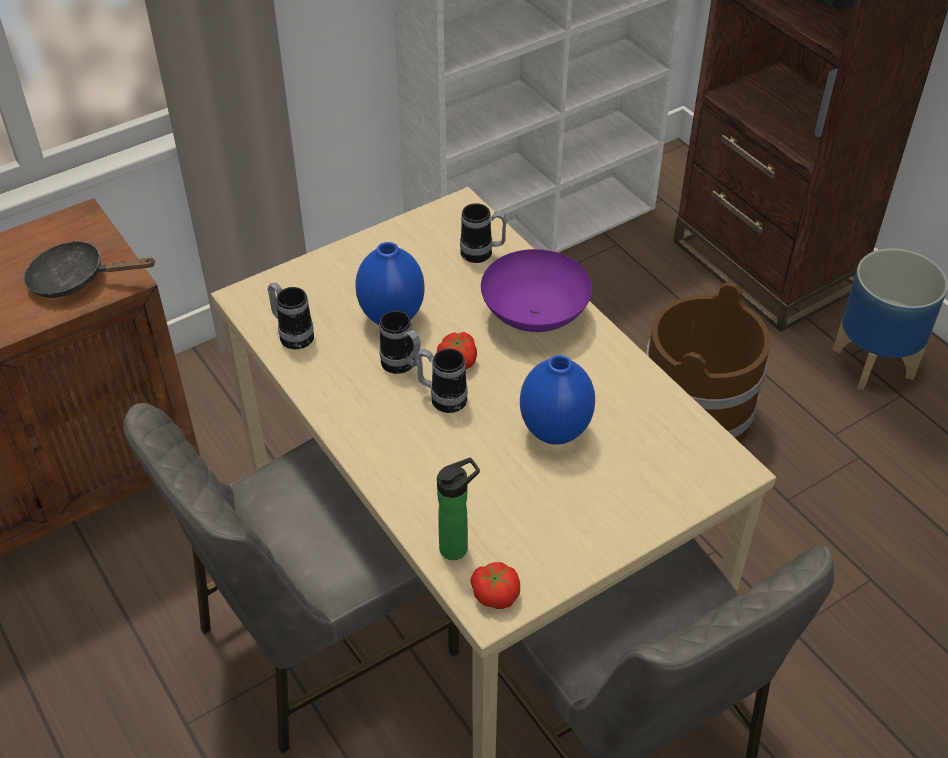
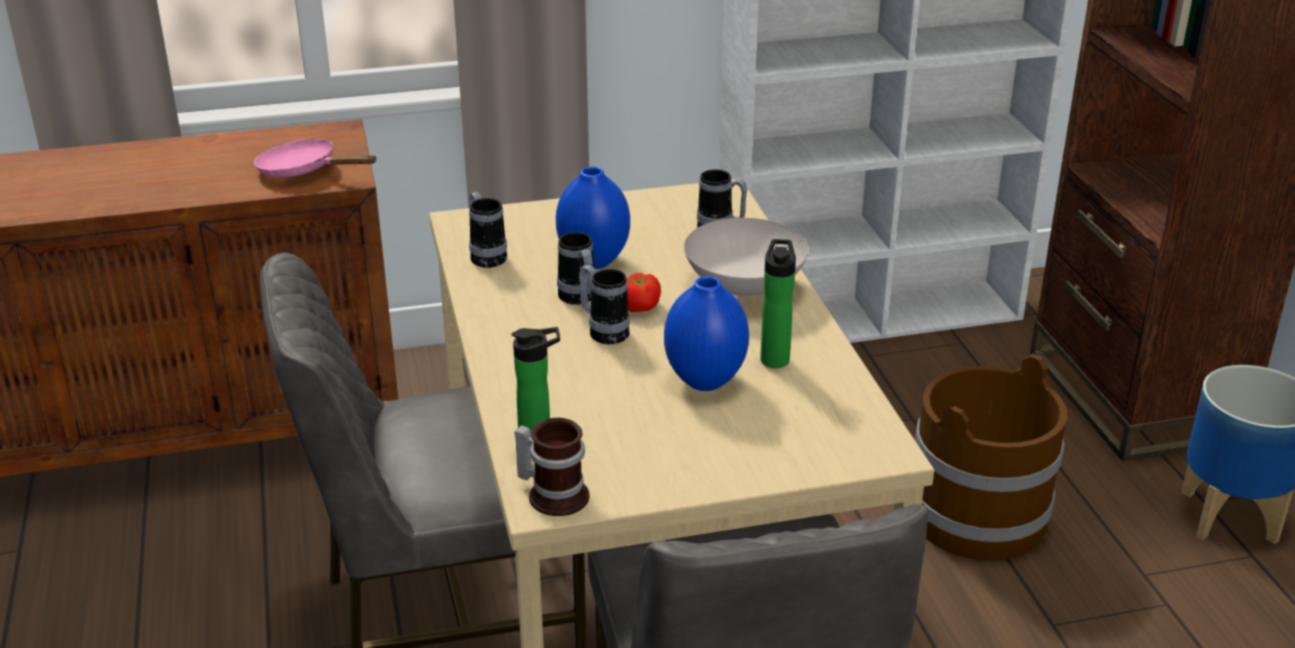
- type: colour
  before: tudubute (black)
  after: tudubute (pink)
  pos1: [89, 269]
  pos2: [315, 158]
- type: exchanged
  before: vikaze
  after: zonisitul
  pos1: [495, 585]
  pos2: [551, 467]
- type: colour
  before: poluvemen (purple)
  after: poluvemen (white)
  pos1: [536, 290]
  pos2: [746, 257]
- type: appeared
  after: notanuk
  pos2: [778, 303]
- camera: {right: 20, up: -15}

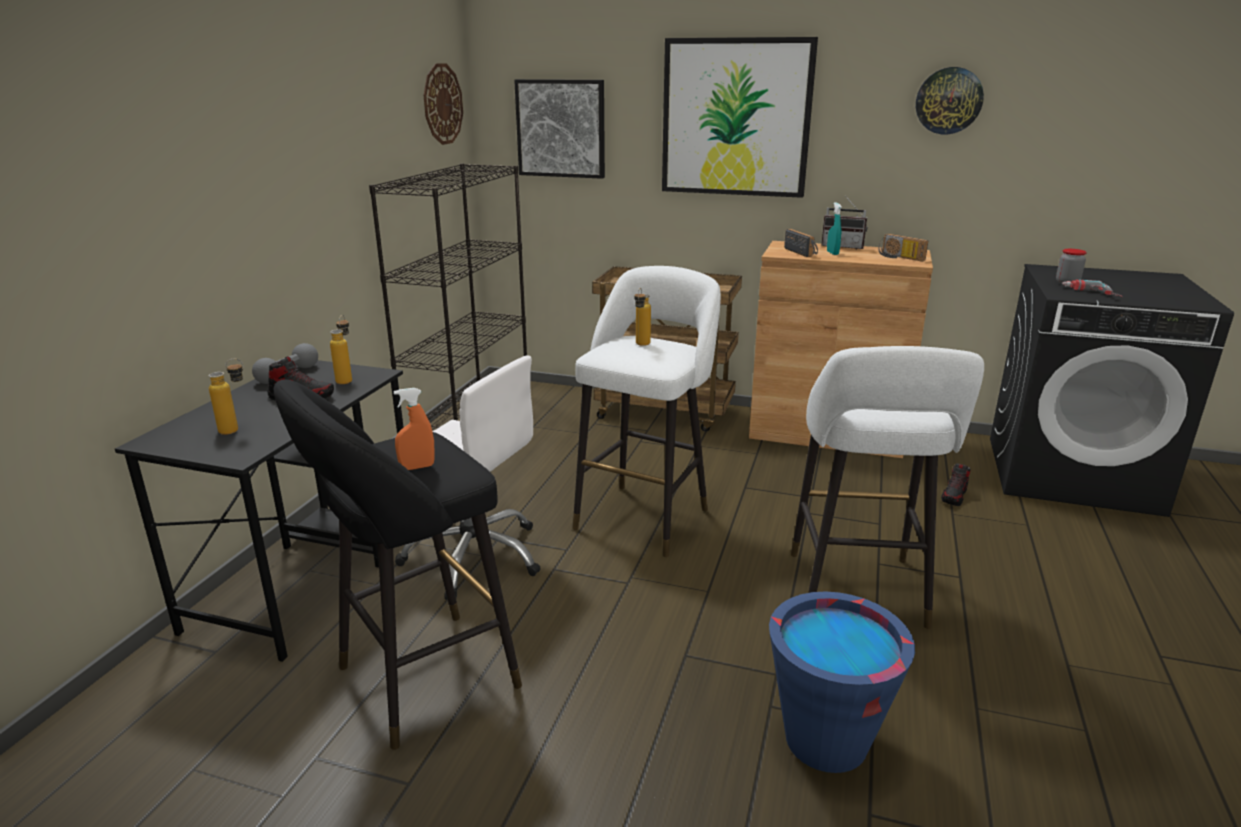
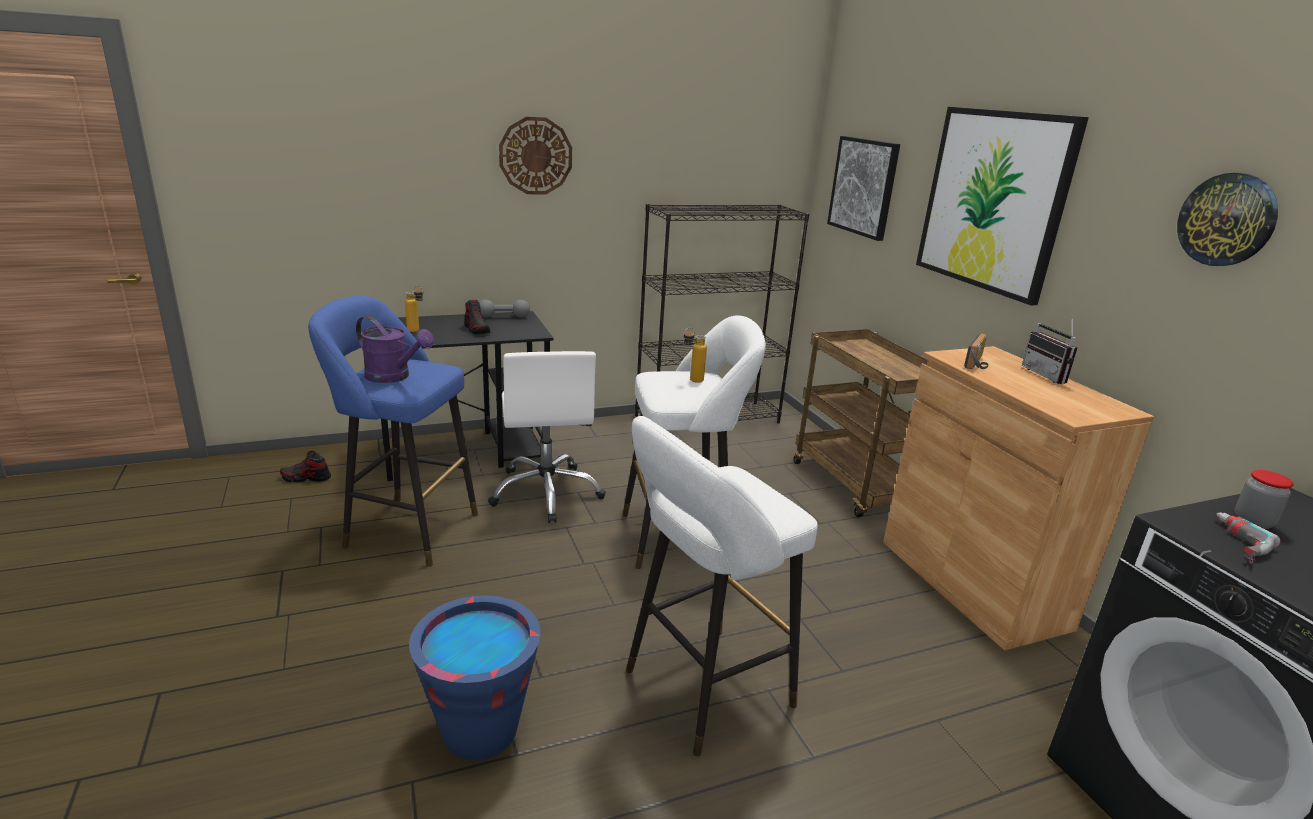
- type: colour
  before: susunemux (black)
  after: susunemux (blue)
  pos1: [397, 564]
  pos2: [393, 431]
- type: missing
  before: notanuk
  pos1: [341, 349]
- type: exchanged
  before: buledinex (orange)
  after: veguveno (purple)
  pos1: [414, 429]
  pos2: [395, 349]
- type: relocated
  before: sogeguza
  pos1: [443, 104]
  pos2: [535, 155]
- type: missing
  before: buledinex (turquoise)
  pos1: [834, 229]
- type: missing
  before: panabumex
  pos1: [903, 248]
- type: relocated
  before: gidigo
  pos1: [955, 484]
  pos2: [305, 467]
- camera: {right: 50, up: 0}

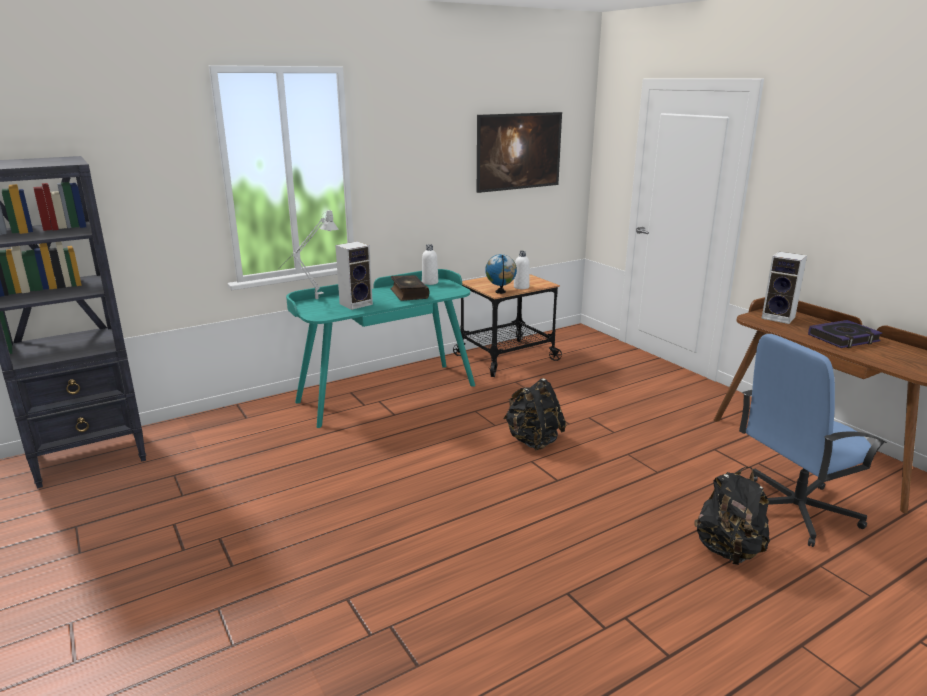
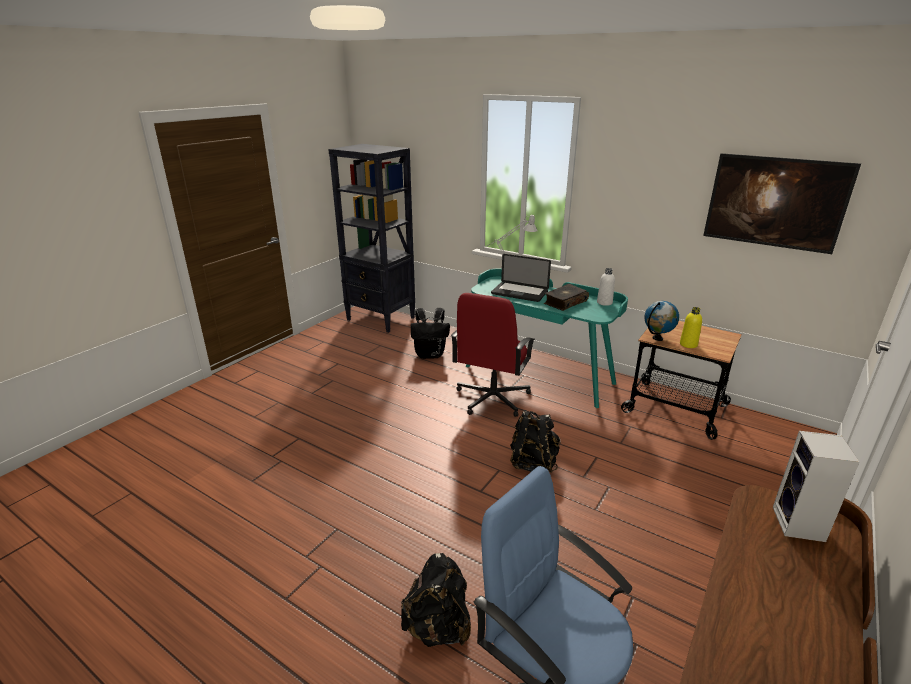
- type: exchanged
  before: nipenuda
  after: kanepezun
  pos1: [354, 276]
  pos2: [521, 278]
- type: colour
  before: notanuk (white)
  after: notanuk (yellow)
  pos1: [522, 270]
  pos2: [691, 327]
- type: missing
  before: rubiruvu
  pos1: [845, 334]
- type: appeared
  after: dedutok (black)
  pos2: [430, 333]
- type: appeared
  after: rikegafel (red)
  pos2: [493, 355]
- camera: {right: 65, up: 5}

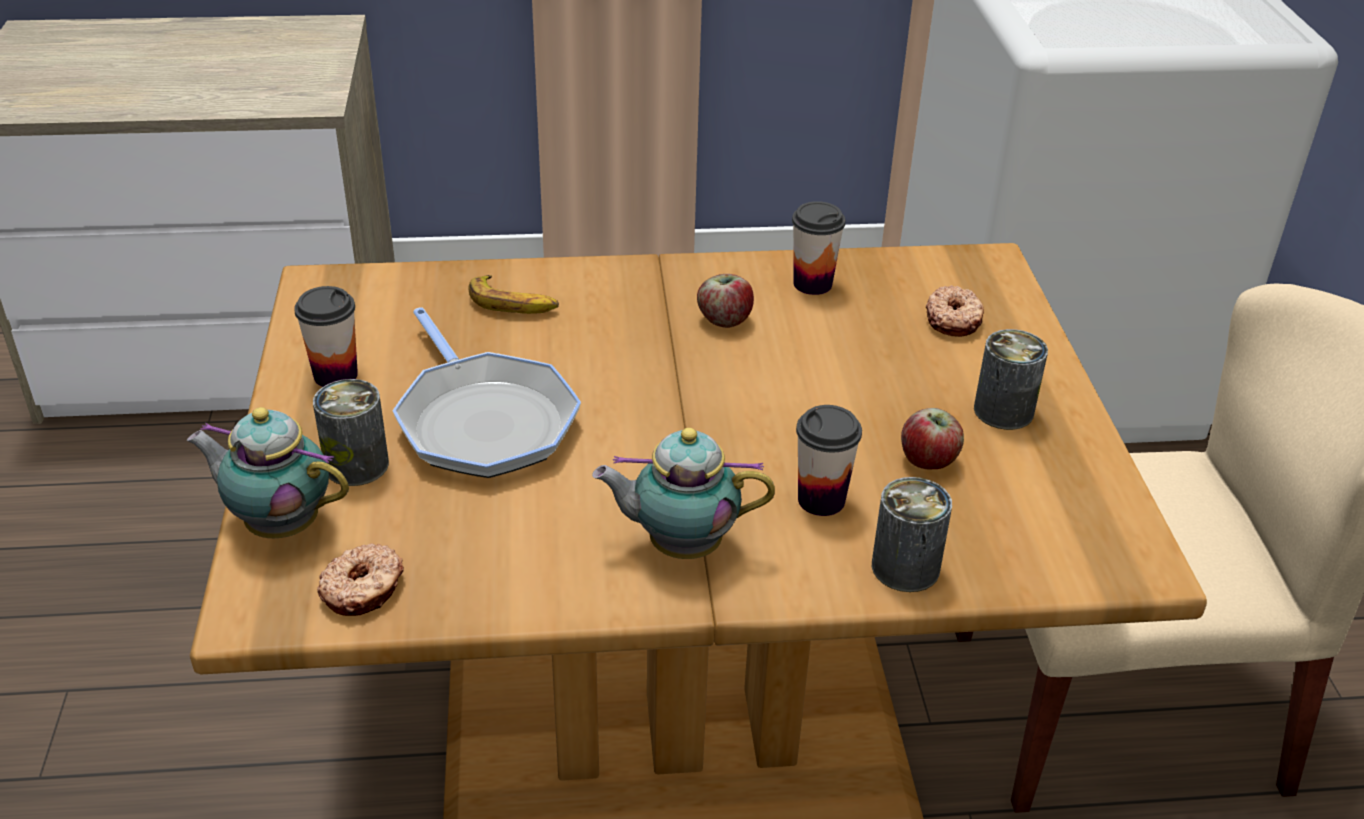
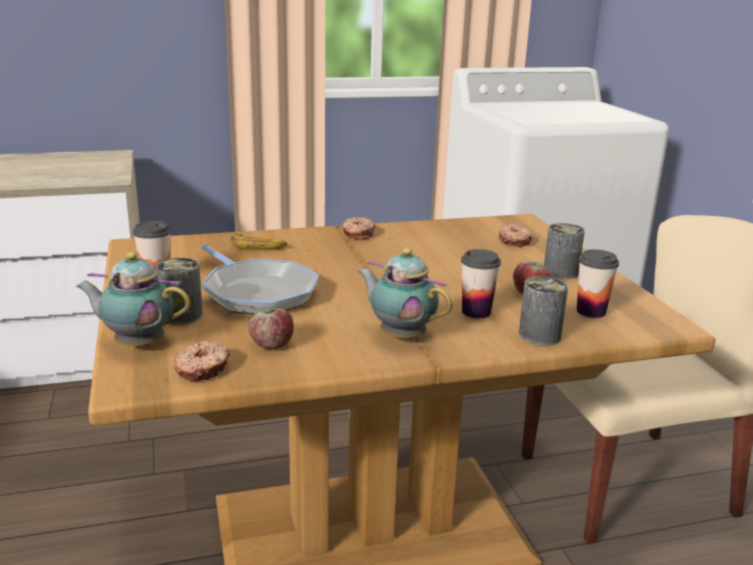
- type: spun
  before: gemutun
  pos1: [683, 493]
  pos2: [405, 294]
  turn: 45
- type: relocated
  before: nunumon
  pos1: [725, 301]
  pos2: [271, 328]
- type: relocated
  before: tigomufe
  pos1: [818, 248]
  pos2: [598, 283]
- type: appeared
  after: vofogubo
  pos2: [359, 228]
- camera: {right: -10, up: -15}

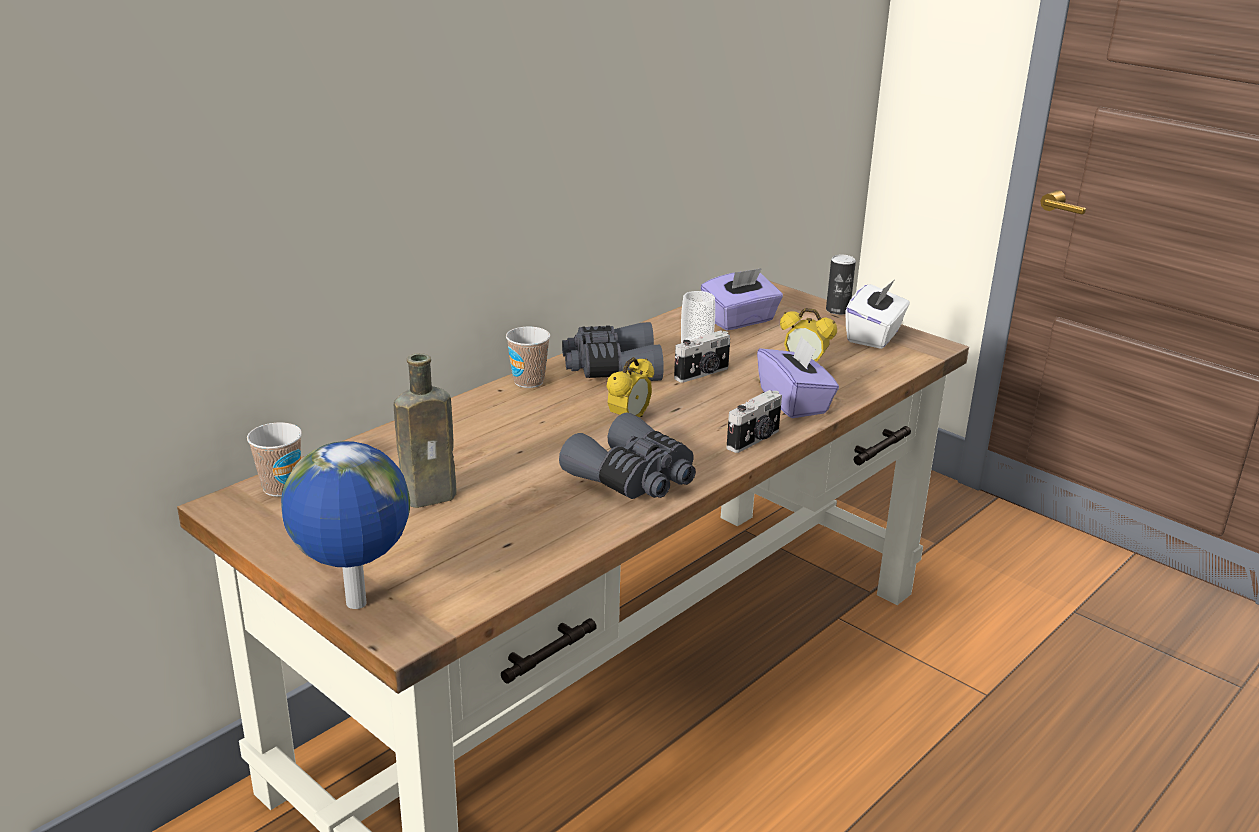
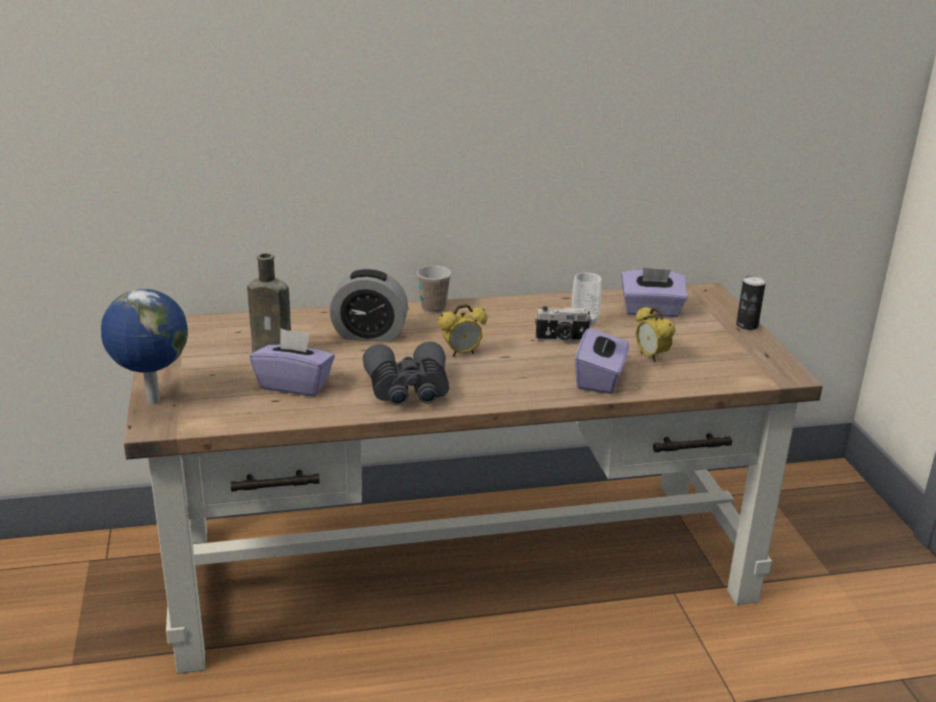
- type: missing
  before: tigomufe
  pos1: [274, 459]
- type: missing
  before: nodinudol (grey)
  pos1: [613, 351]
- type: missing
  before: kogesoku
  pos1: [754, 421]
- type: missing
  before: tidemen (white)
  pos1: [877, 314]
- type: appeared
  after: tidemen (purple)
  pos2: [292, 362]
- type: appeared
  after: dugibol
  pos2: [369, 305]
- camera: {right: 35, up: 0}

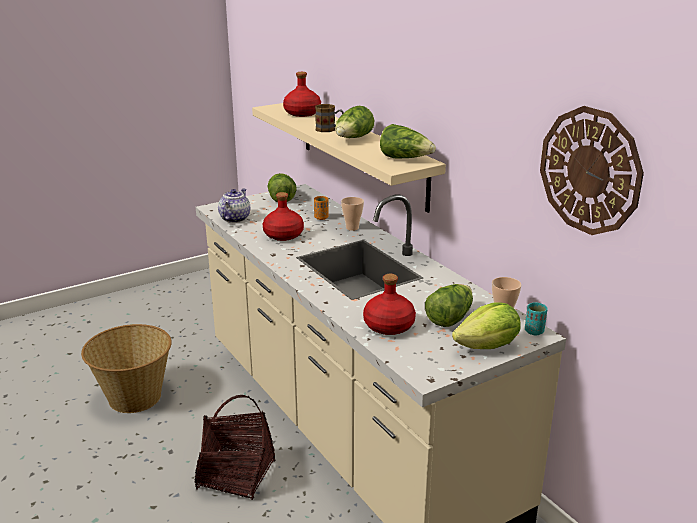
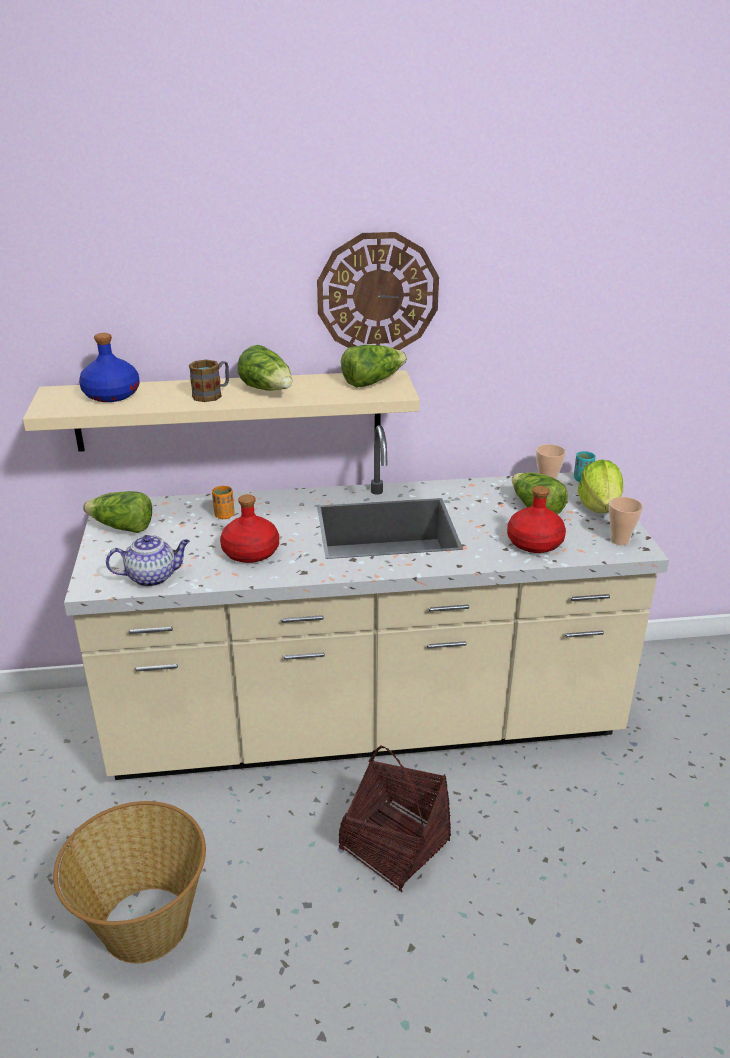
- type: spun
  before: gemutun
  pos1: [234, 205]
  pos2: [148, 561]
  turn: 120
- type: colour
  before: notanuk (red)
  after: notanuk (blue)
  pos1: [302, 94]
  pos2: [109, 367]
- type: relocated
  before: tigomufe
  pos1: [352, 214]
  pos2: [626, 521]
- type: relocated
  before: sogeguza
  pos1: [592, 170]
  pos2: [378, 291]
- camera: {right: -65, up: 5}

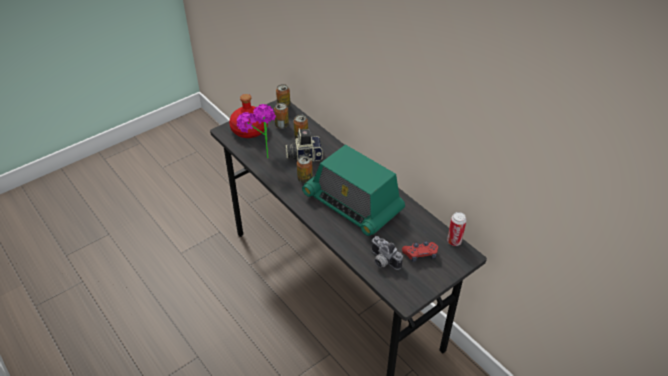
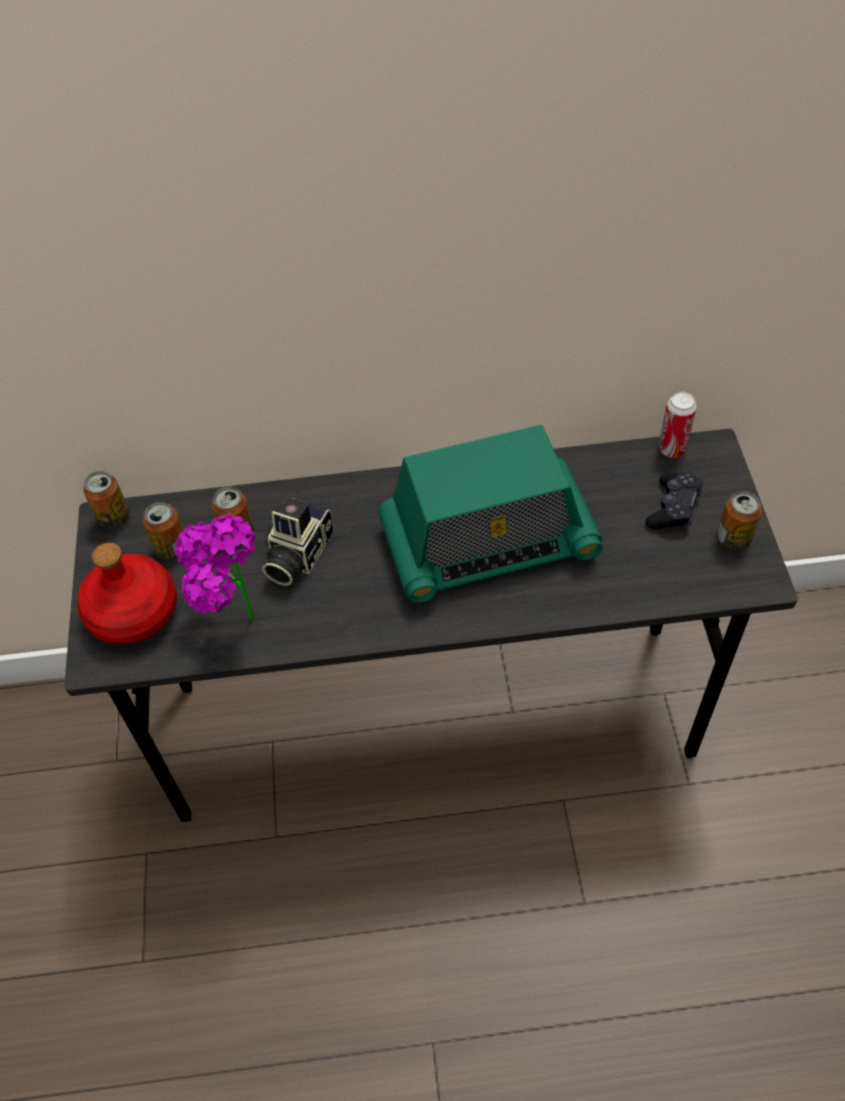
- type: relocated
  before: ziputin
  pos1: [305, 169]
  pos2: [739, 520]
- type: missing
  before: kogesoku
  pos1: [387, 253]
- type: colour
  before: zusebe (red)
  after: zusebe (black)
  pos1: [420, 251]
  pos2: [674, 500]
- camera: {right: -55, up: 10}

